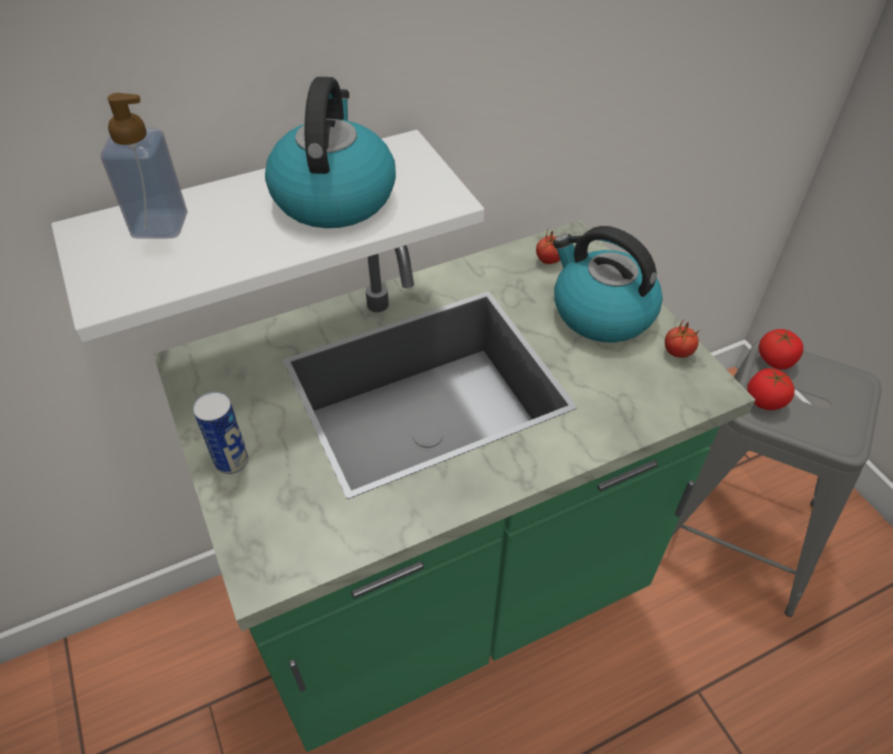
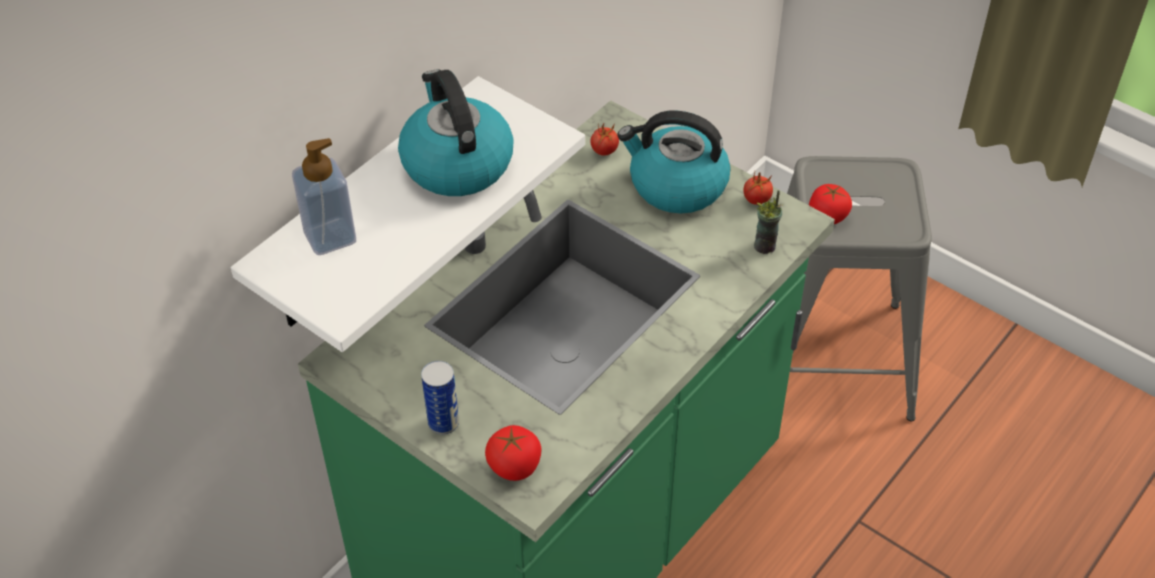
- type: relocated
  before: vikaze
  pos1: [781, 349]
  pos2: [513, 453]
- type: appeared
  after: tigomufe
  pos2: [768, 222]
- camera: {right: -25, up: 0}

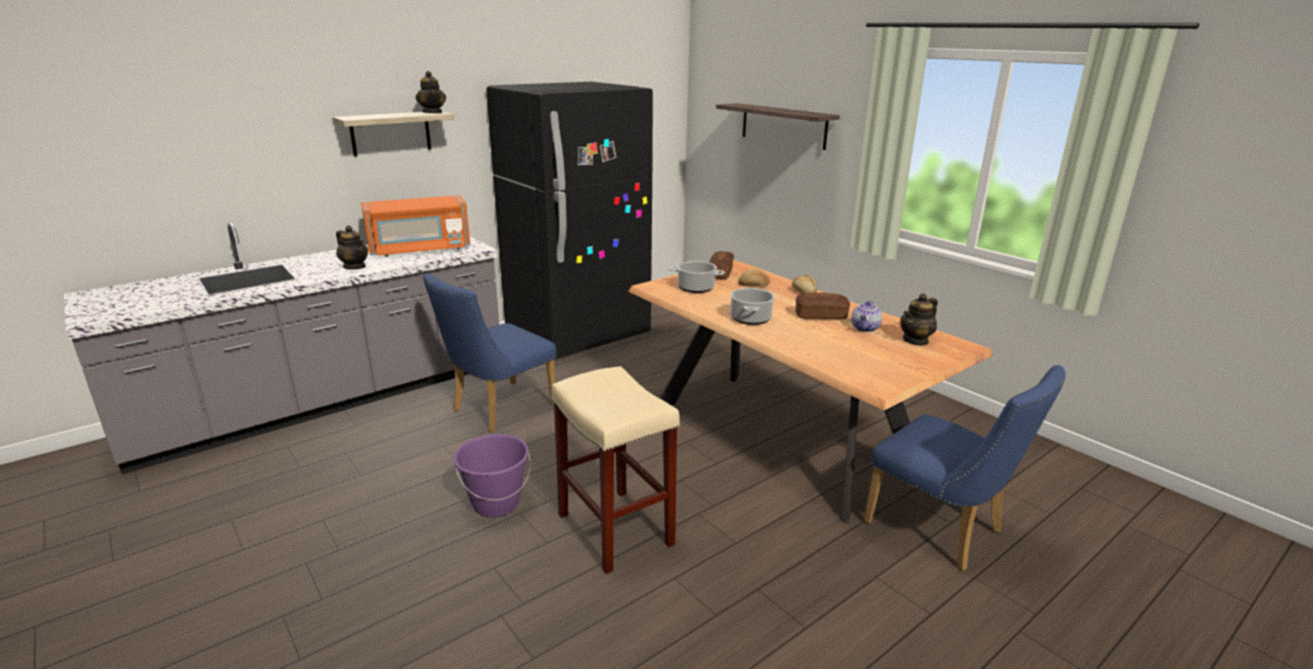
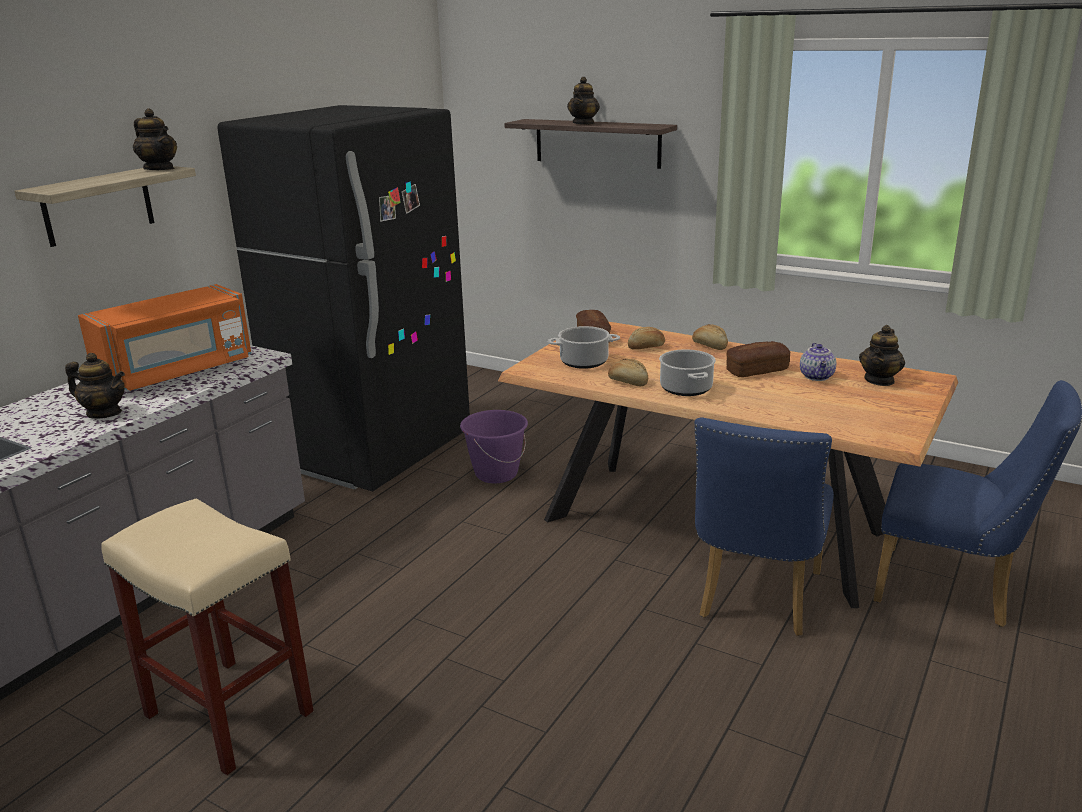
- type: relocated
  before: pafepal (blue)
  pos1: [489, 352]
  pos2: [764, 526]
- type: relocated
  before: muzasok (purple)
  pos1: [492, 475]
  pos2: [494, 446]
- type: relocated
  before: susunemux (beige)
  pos1: [615, 470]
  pos2: [207, 637]
- type: appeared
  after: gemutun
  pos2: [583, 101]
- type: appeared
  after: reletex
  pos2: [628, 372]
- camera: {right: -20, up: 0}

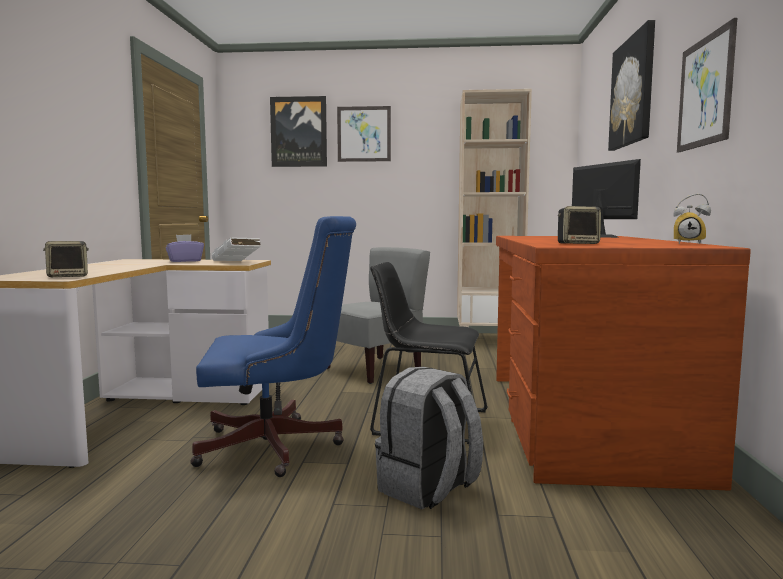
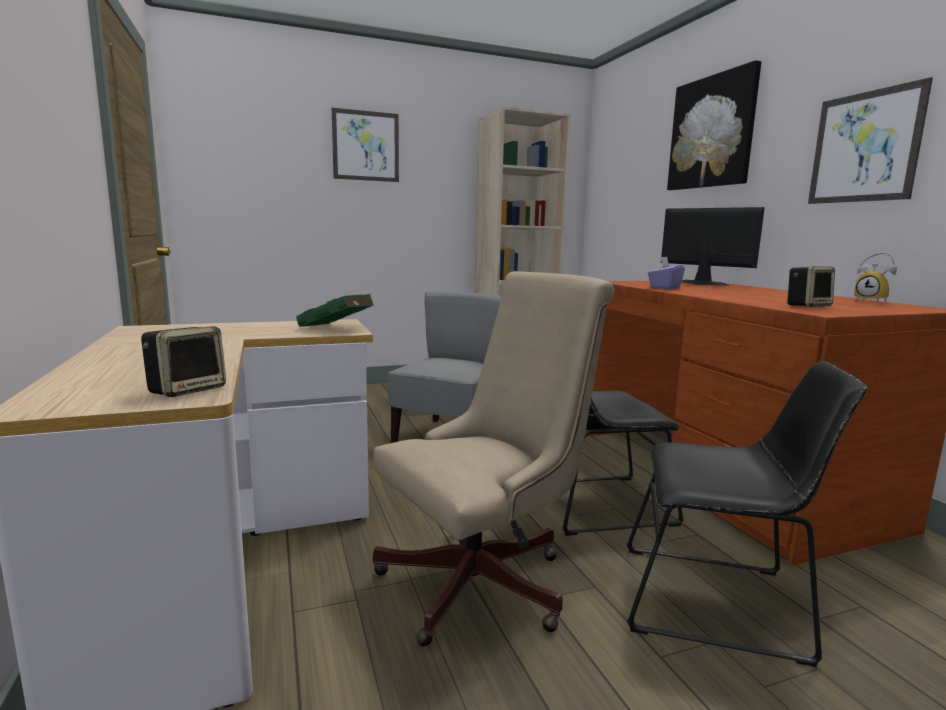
- type: relocated
  before: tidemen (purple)
  pos1: [185, 248]
  pos2: [666, 273]
- type: colour
  before: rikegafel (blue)
  after: rikegafel (beige)
  pos1: [273, 346]
  pos2: [493, 458]
- type: colour
  before: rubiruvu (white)
  after: rubiruvu (green)
  pos1: [236, 249]
  pos2: [335, 310]
- type: missing
  before: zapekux
  pos1: [298, 131]
- type: exchanged
  before: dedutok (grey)
  after: pafepal (black)
  pos1: [429, 438]
  pos2: [747, 514]
- type: spun
  before: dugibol
  pos1: [692, 218]
  pos2: [875, 278]
  turn: 60
- camera: {right: -25, up: 5}

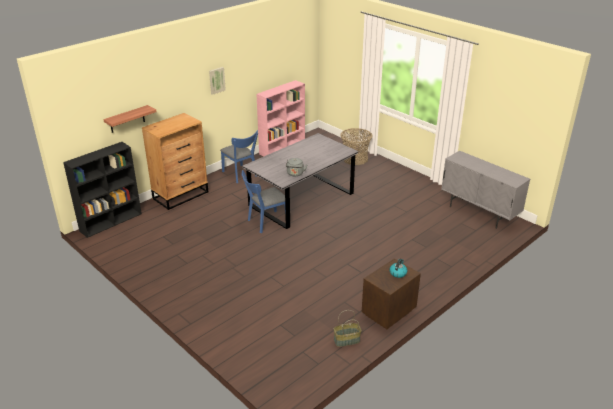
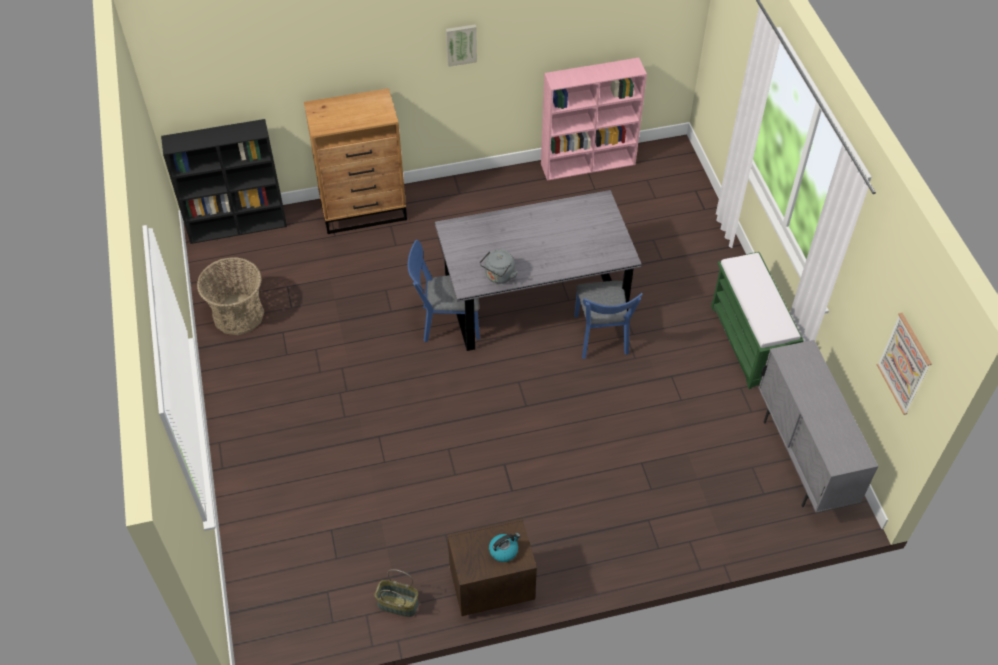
- type: missing
  before: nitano
  pos1: [130, 119]
- type: relocated
  before: pafepal (blue)
  pos1: [239, 156]
  pos2: [608, 320]
- type: relocated
  before: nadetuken
  pos1: [356, 146]
  pos2: [230, 296]
- type: appeared
  after: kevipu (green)
  pos2: [757, 320]
- type: appeared
  after: zapekux
  pos2: [904, 364]
- camera: {right: 30, up: 20}

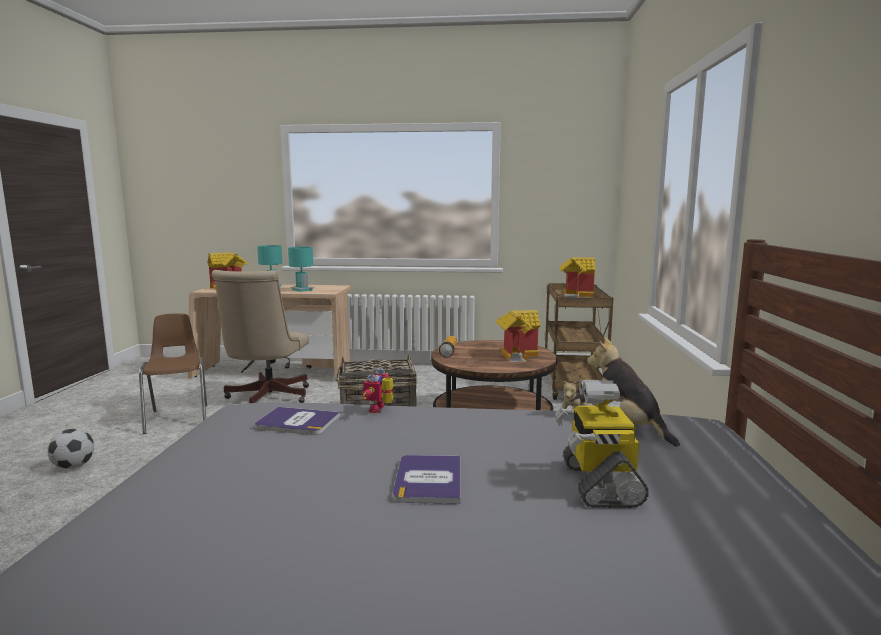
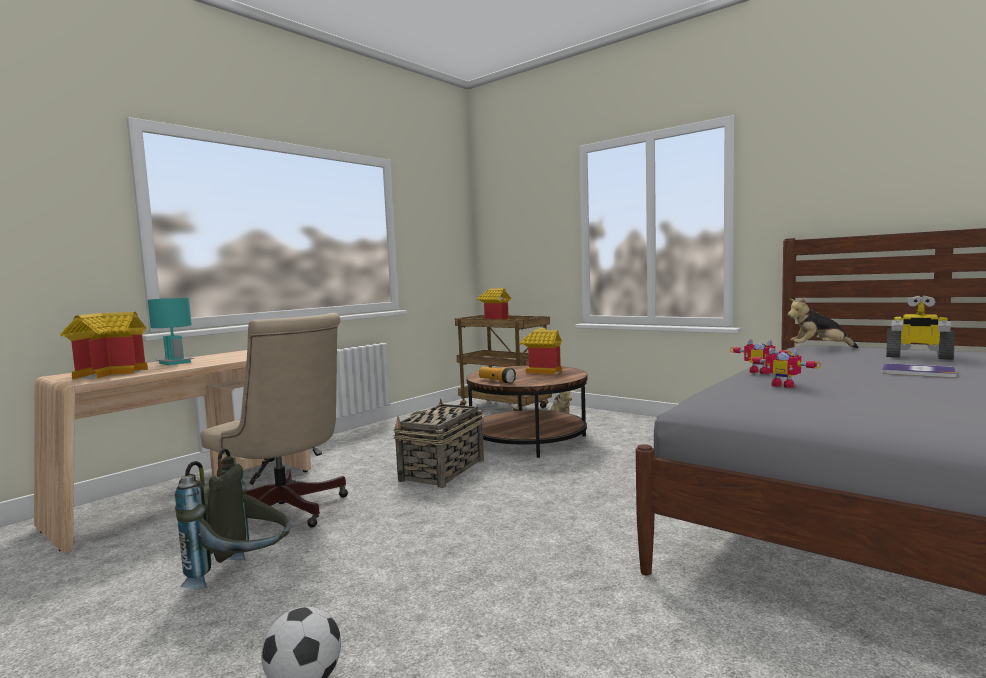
- type: exchanged
  before: pafepal (brown)
  after: dedutok (grey)
  pos1: [173, 373]
  pos2: [232, 518]
- type: exchanged
  before: rubiruvu
  after: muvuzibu
  pos1: [297, 421]
  pos2: [785, 368]
- type: missing
  before: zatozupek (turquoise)
  pos1: [301, 269]
- camera: {right: -55, up: -5}

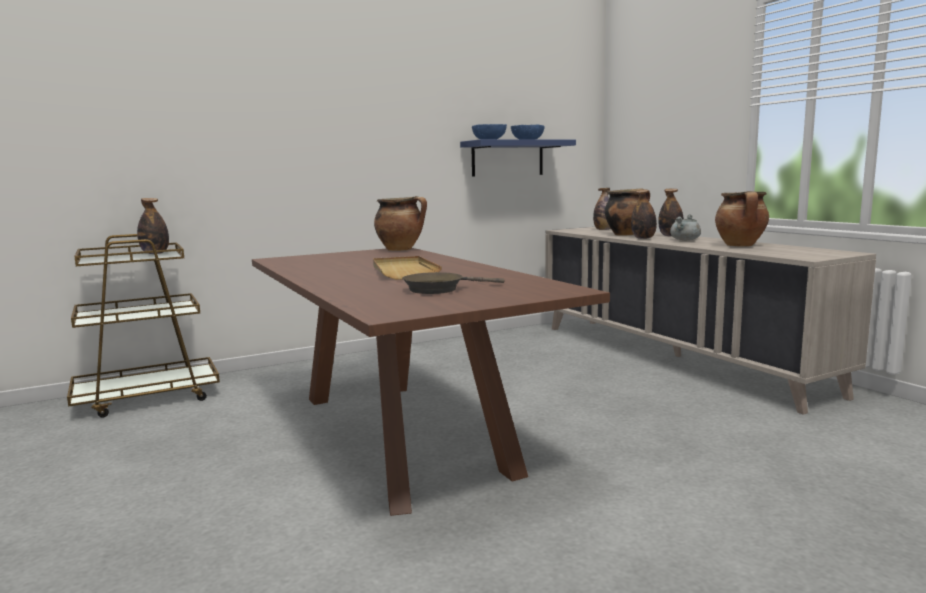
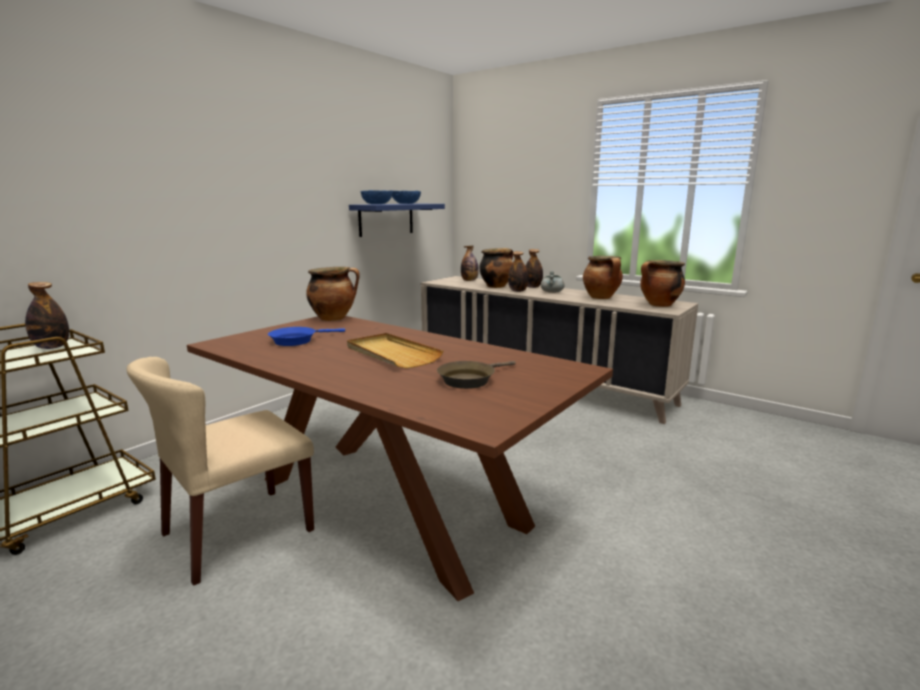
- type: appeared
  after: pafepal (beige)
  pos2: [220, 471]
- type: appeared
  after: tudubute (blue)
  pos2: [306, 336]
- type: appeared
  after: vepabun
  pos2: [662, 283]
- camera: {right: -25, up: 5}

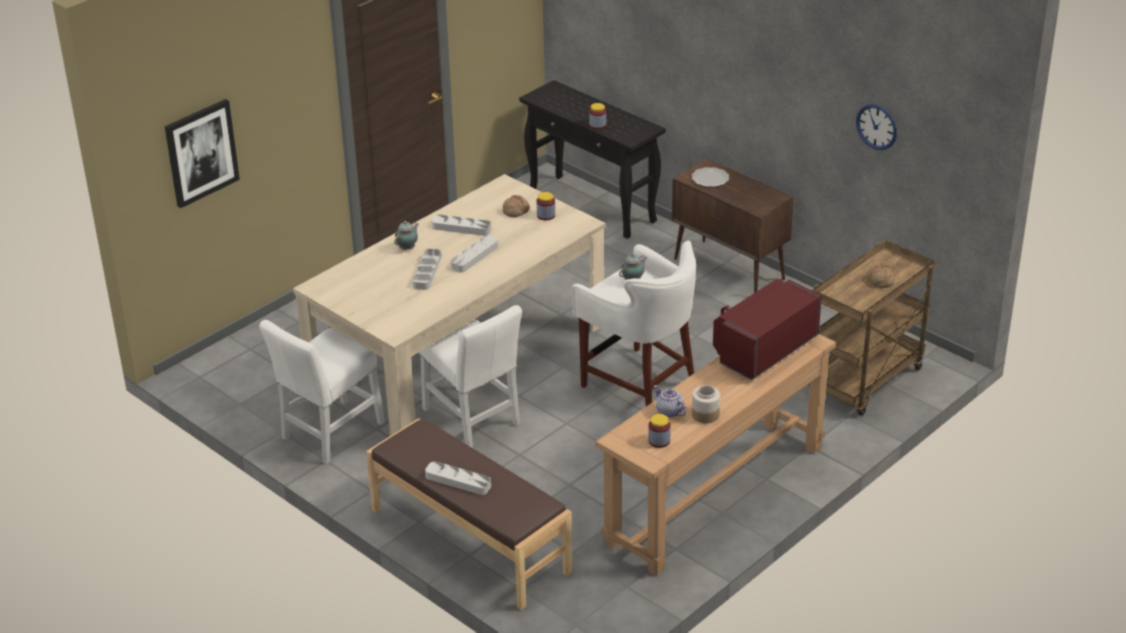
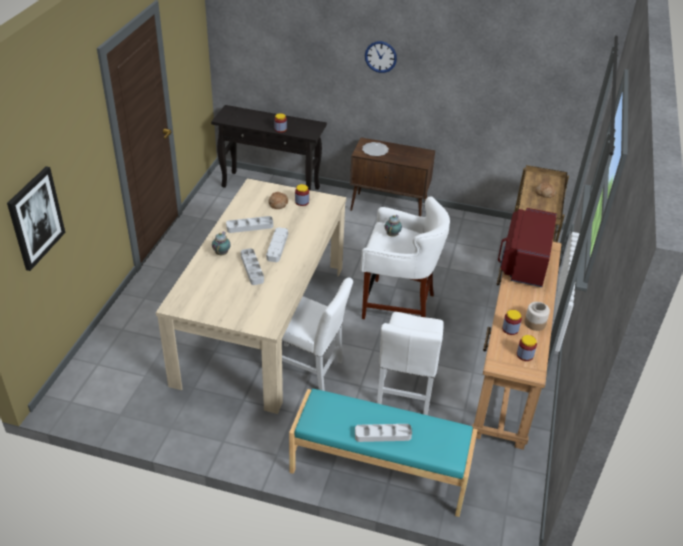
- type: relocated
  before: pafepal (white)
  pos1: [322, 392]
  pos2: [410, 363]
- type: colour
  before: kevipu (brown)
  after: kevipu (turquoise)
  pos1: [469, 514]
  pos2: [383, 453]
- type: exchanged
  before: gemutun
  after: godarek
  pos1: [670, 401]
  pos2: [512, 322]
- type: relocated
  before: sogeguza
  pos1: [876, 127]
  pos2: [381, 57]
- camera: {right: -30, up: 5}

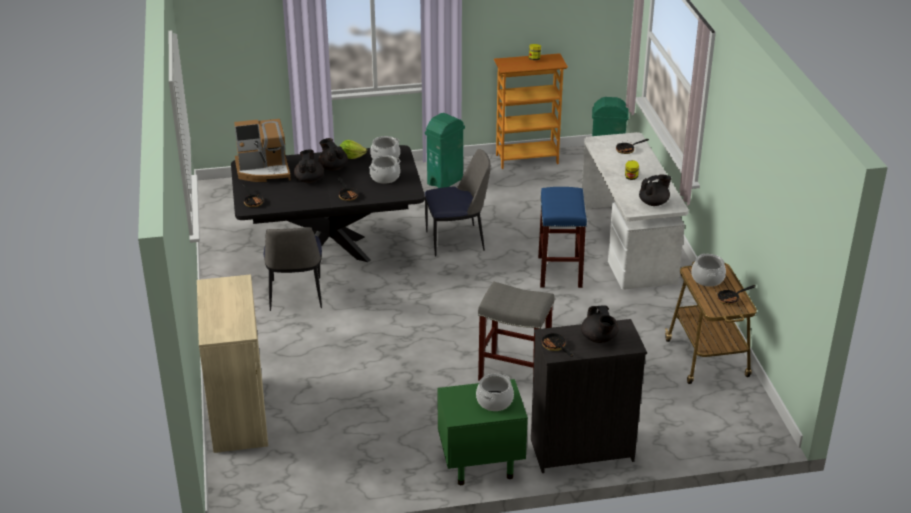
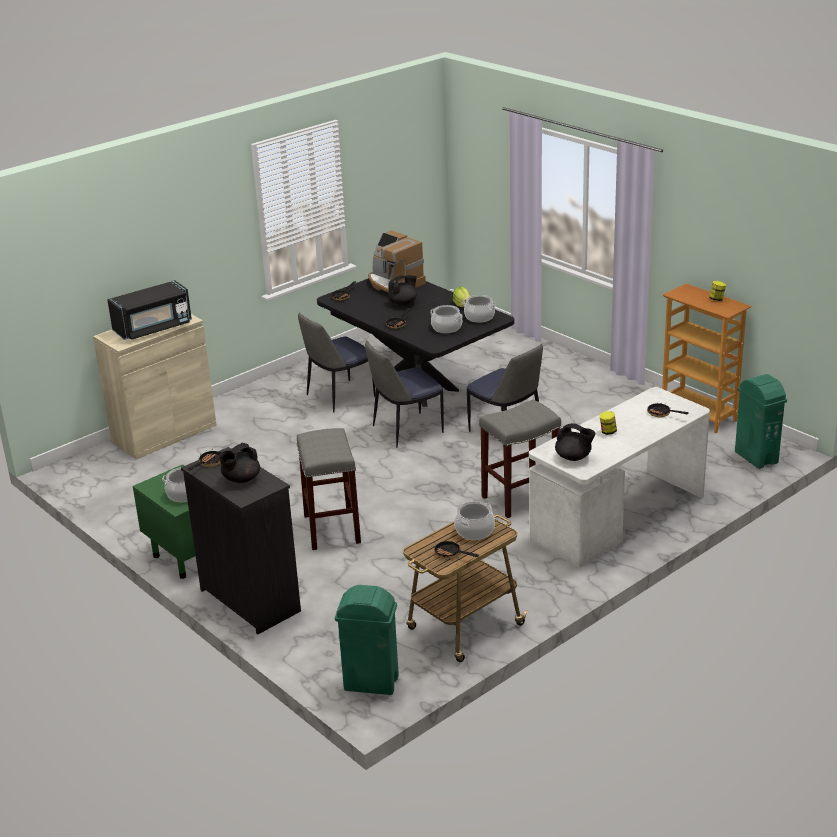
- type: missing
  before: gemutun (black)
  pos1: [333, 154]
- type: relocated
  before: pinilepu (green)
  pos1: [445, 150]
  pos2: [367, 640]
- type: colour
  before: susunemux (blue)
  after: susunemux (grey)
  pos1: [562, 237]
  pos2: [520, 458]
- type: appeared
  after: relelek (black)
  pos2: [149, 310]
- type: appeared
  after: pafepal
  pos2: [404, 394]
- camera: {right: 60, up: -5}

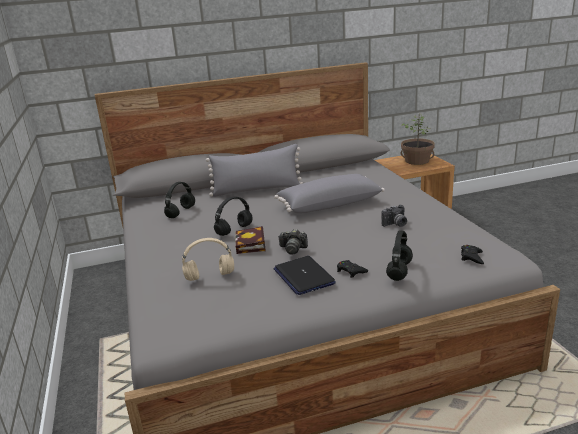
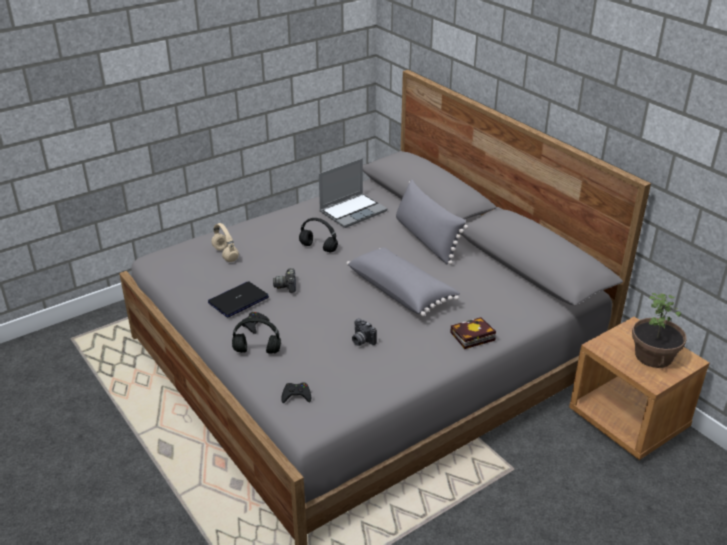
- type: exchanged
  before: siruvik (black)
  after: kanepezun
  pos1: [179, 200]
  pos2: [353, 193]
- type: relocated
  before: rubiruvu
  pos1: [250, 240]
  pos2: [473, 333]
- camera: {right: 70, up: 10}

